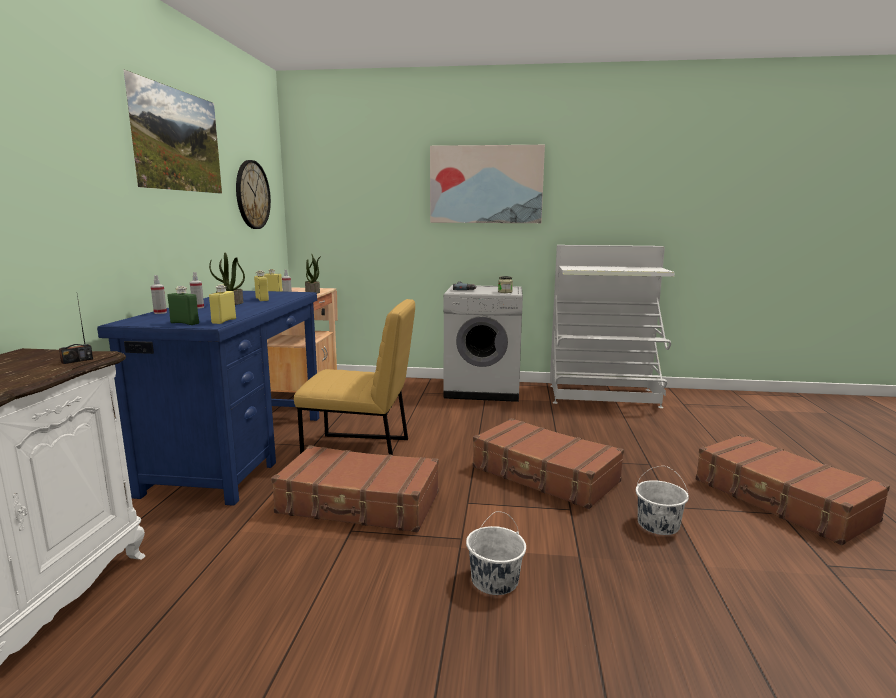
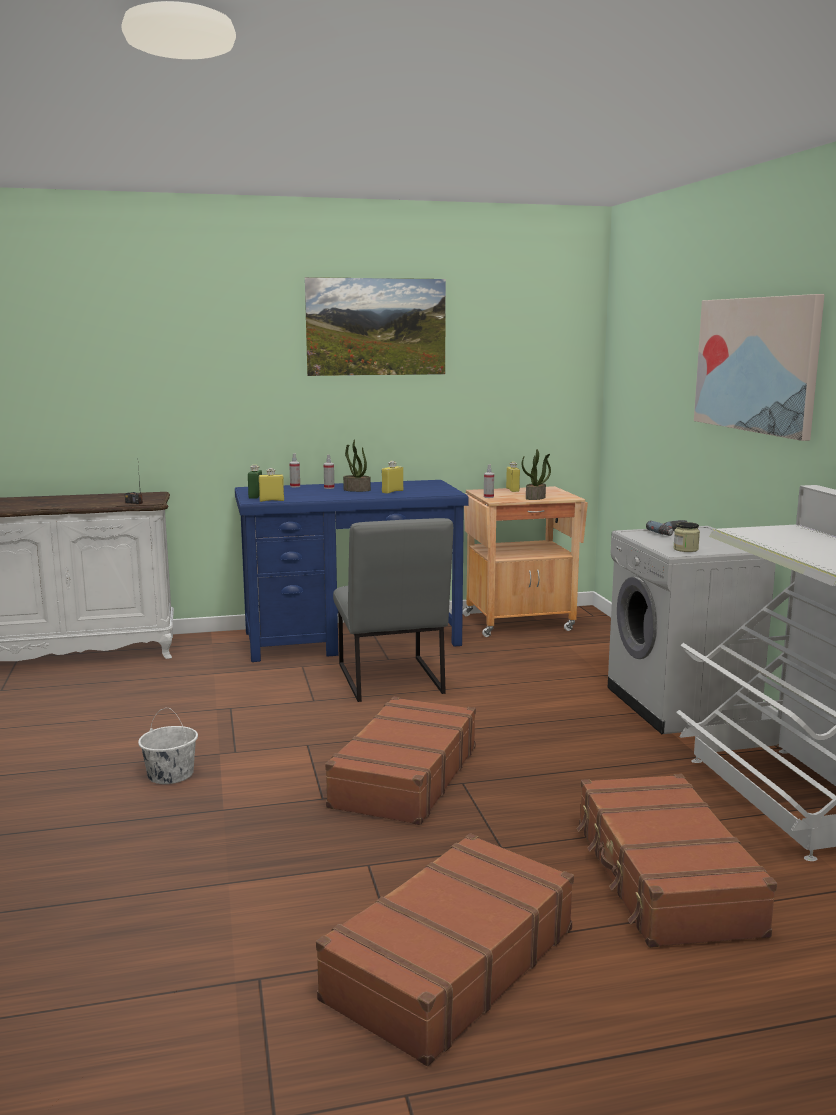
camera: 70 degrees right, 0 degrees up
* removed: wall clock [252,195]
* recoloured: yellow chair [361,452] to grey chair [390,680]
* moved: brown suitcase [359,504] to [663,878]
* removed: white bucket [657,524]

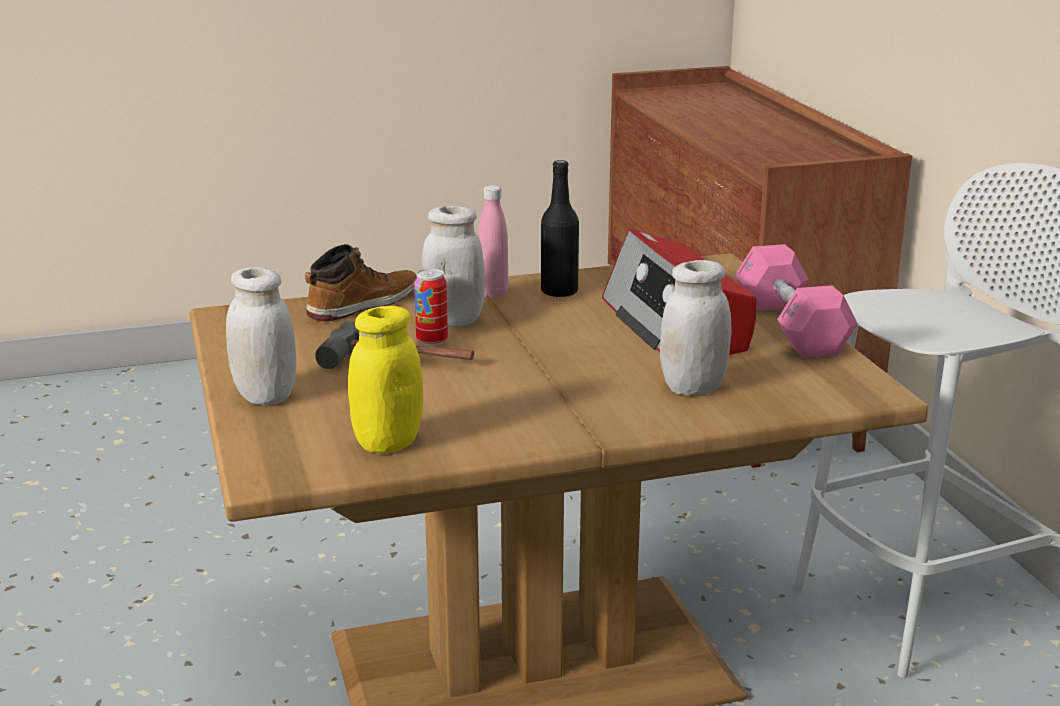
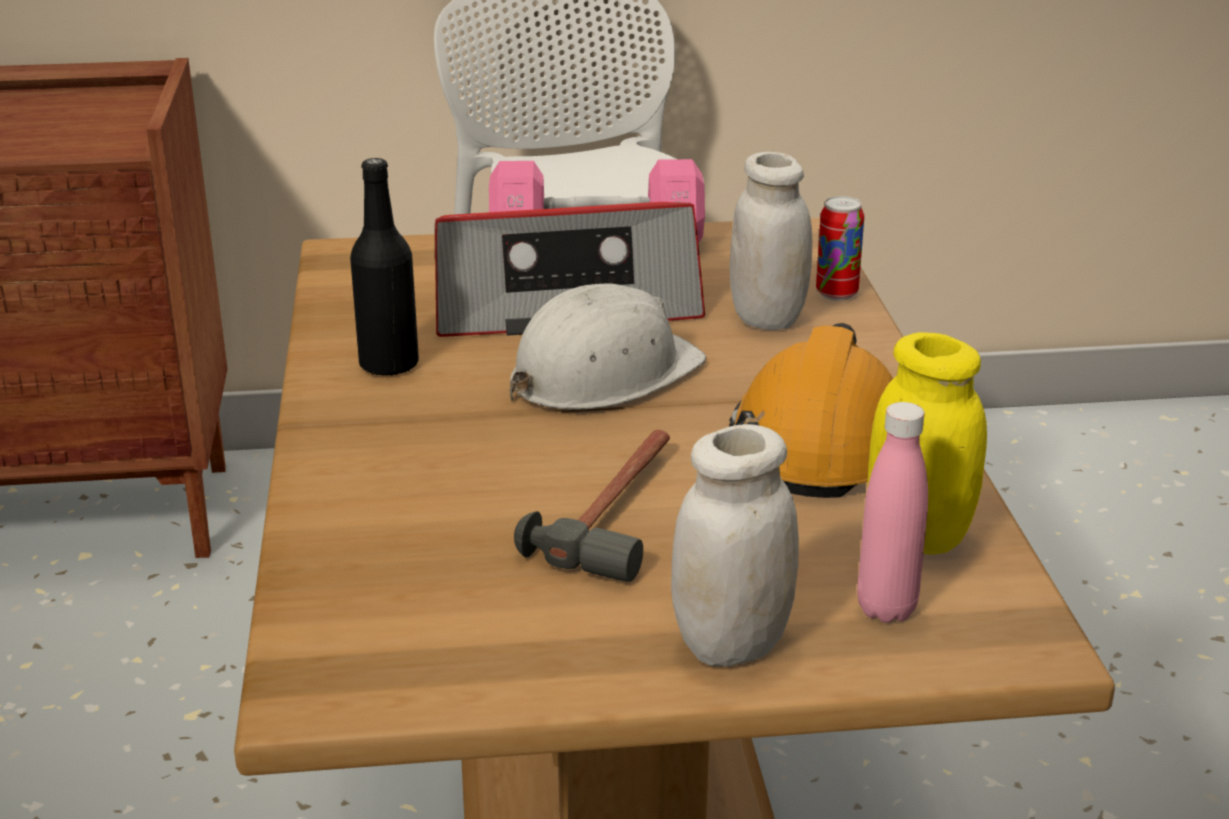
camera: 80 degrees left, 5 degrees up
* moved: pink bottle [493,294] to [886,608]
* removed: white jar [454,320]
* removed: boot [362,305]
* moved: can [432,341] to [836,293]
* added: white hard hat [602,374]
* added: orange hard hat [821,442]

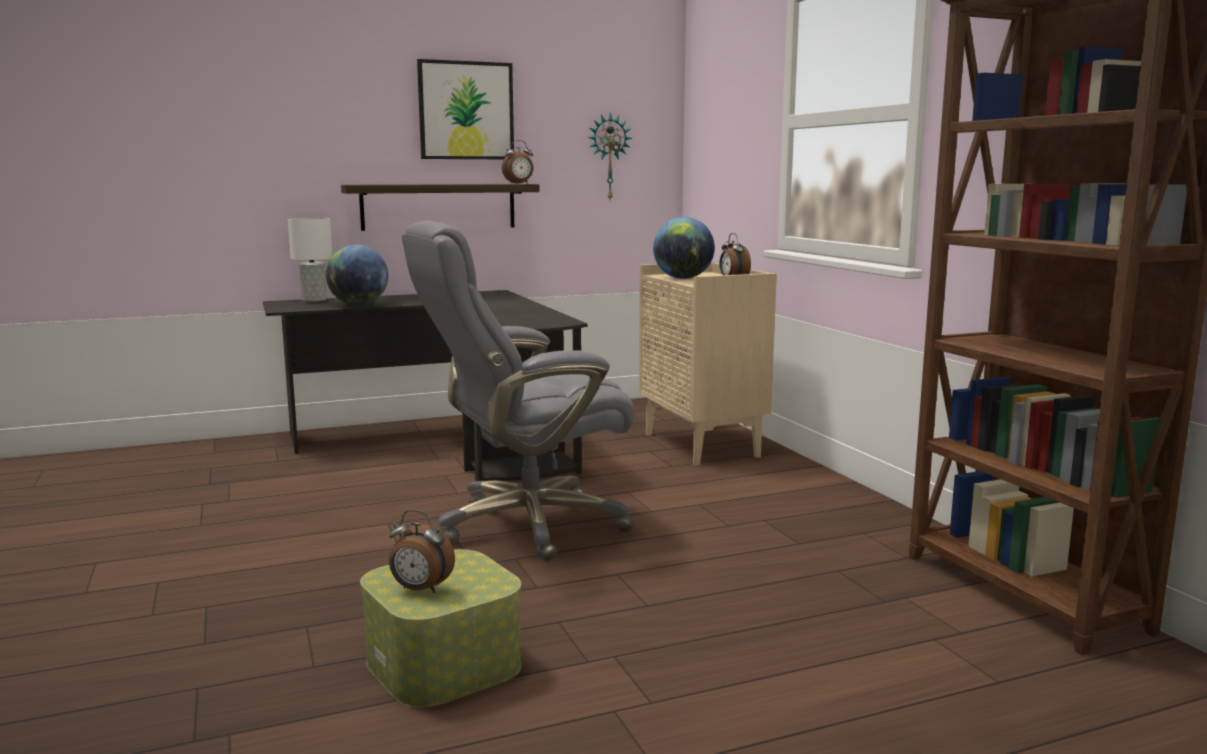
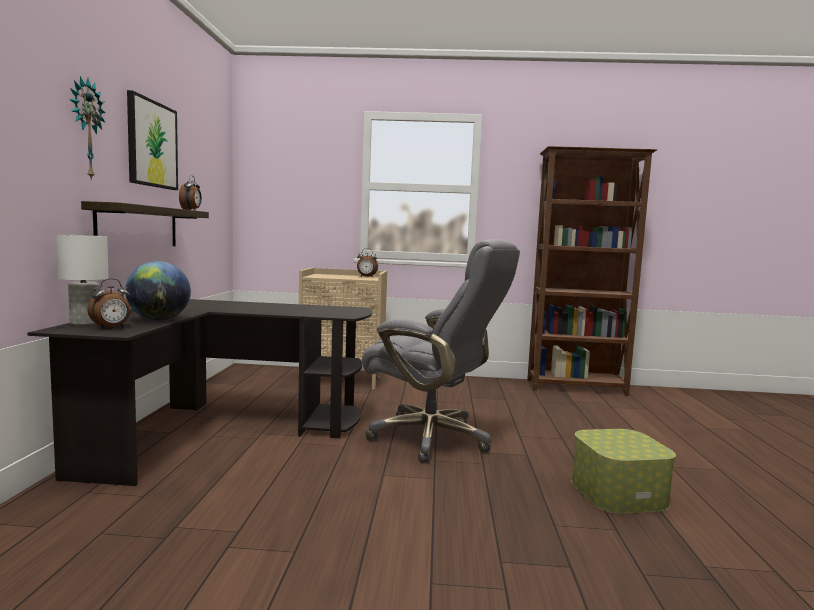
camera: 65 degrees left, 5 degrees down
* moved: wall clock [608,157] to [85,129]
* removed: globe [683,278]
* turned: grey office chair [524,527] = [432,441] 60 degrees counterclockwise
* moved: alarm clock [420,589] to [111,328]

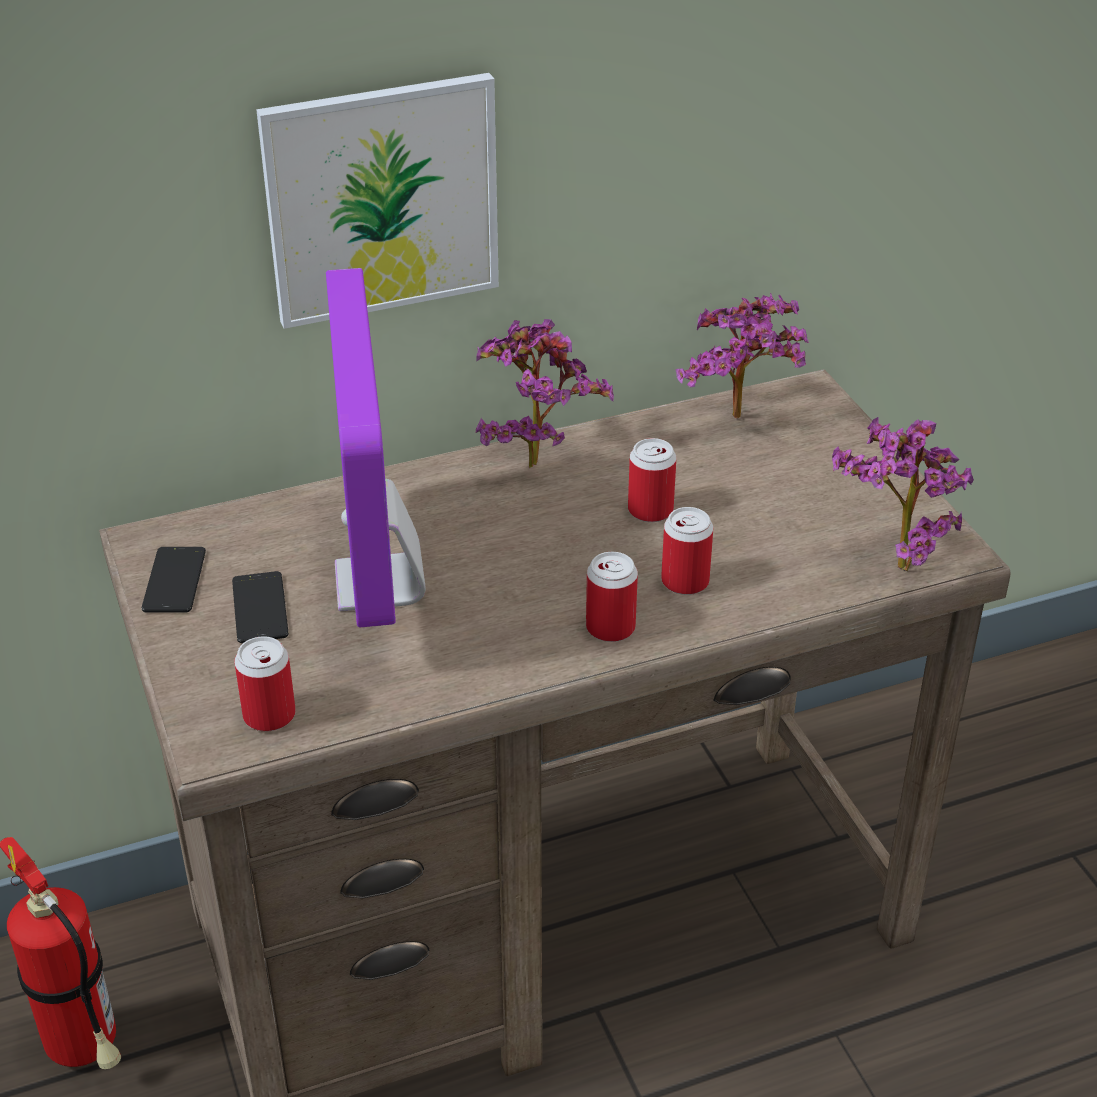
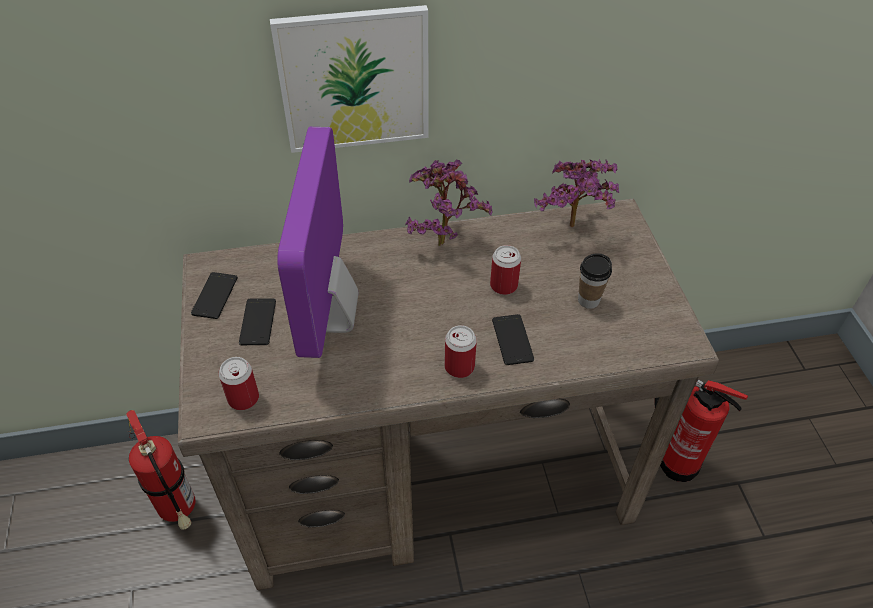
camera: 10 degrees right, 10 degrees up
* removed: potted plant [892,562]
* replaced: can [685,581] to phone [512,340]
* added: cup [588,300]
* added: fire extinguisher [675,460]

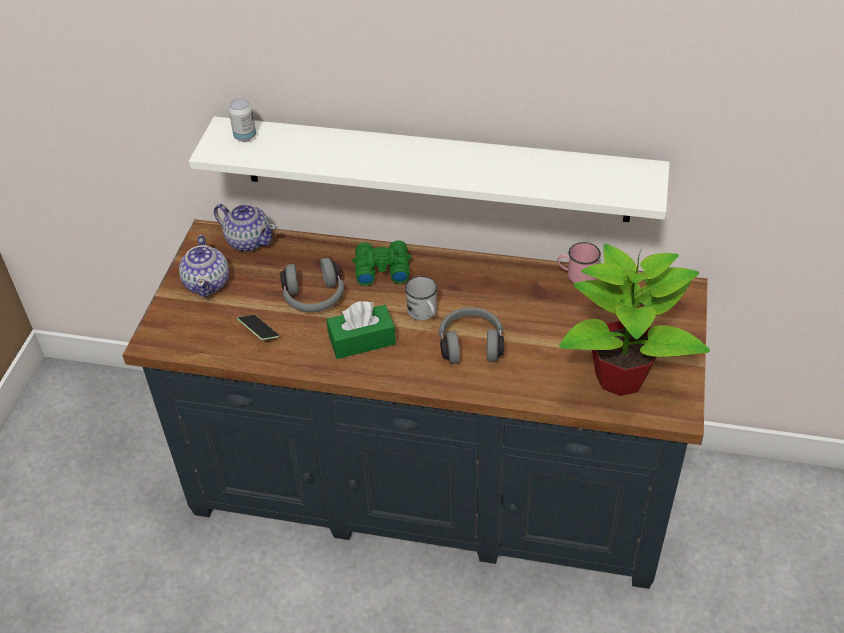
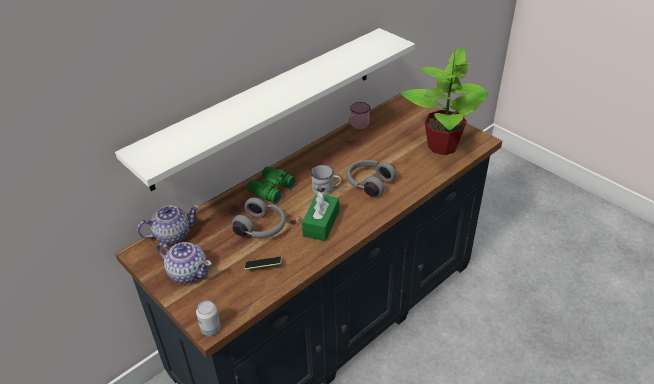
camera: 55 degrees left, 5 degrees down
* moved: can [245,136] to [210,329]

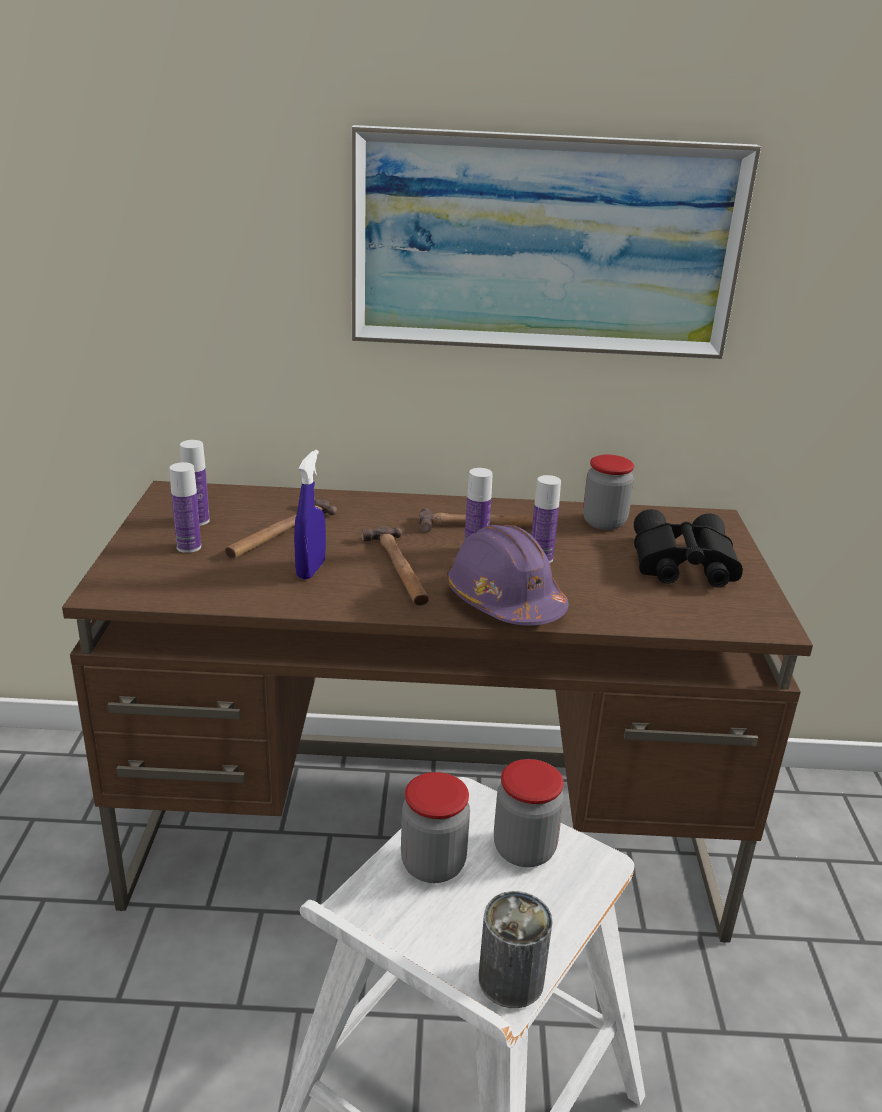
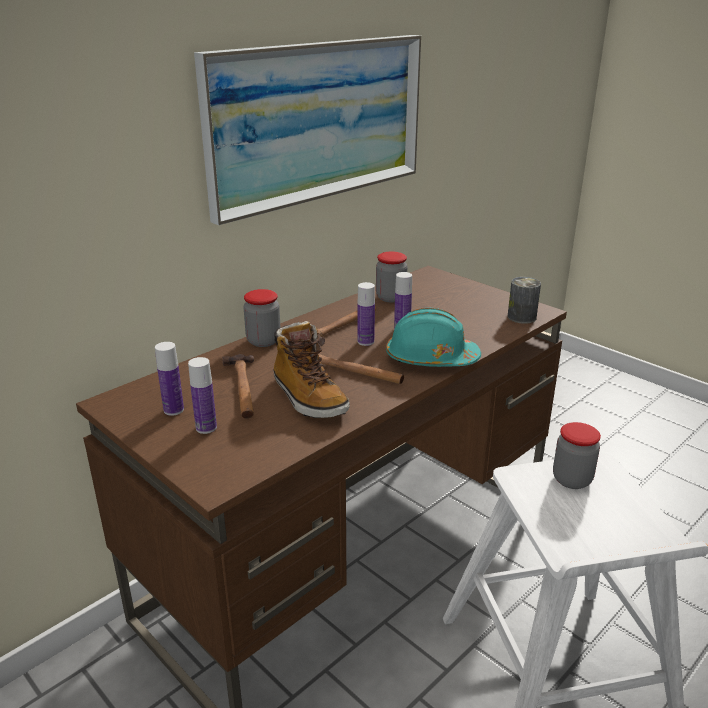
camera: 45 degrees left, 0 degrees up
* replaced: blue spray bottle [311,570] to boot [308,398]
* removed: black binoculars [680,564]
* recoloured: purple hard hat [504,601] to turquoise hard hat [430,359]
* moved: jar [433,864] to [263,341]
* moved: can [511,979] to [521,317]

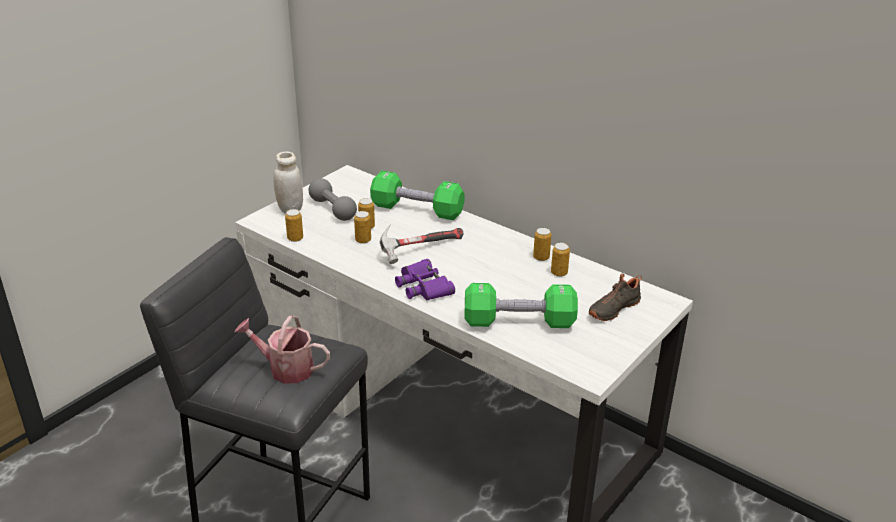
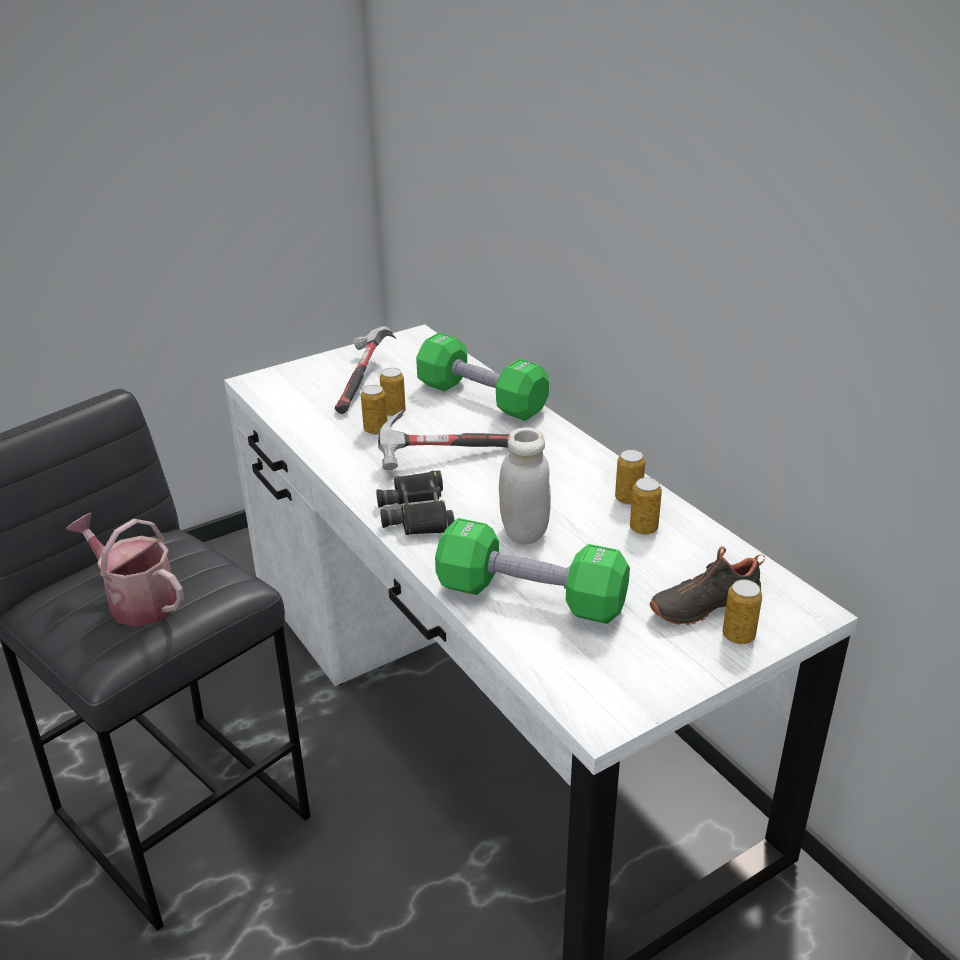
camera: 20 degrees right, 0 degrees up
* moved: white jar [290,209] to [524,532]
* replaced: grey dumbbell [333,209] to hammer [363,381]
* moved: can [295,238] to [738,636]
* recoloured: purple binoculars [424,286] to black binoculars [418,512]

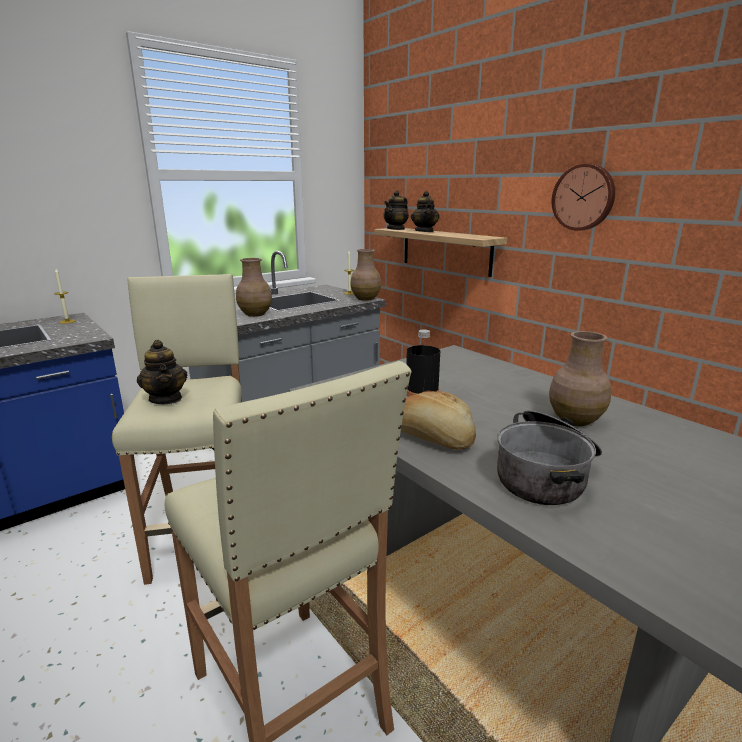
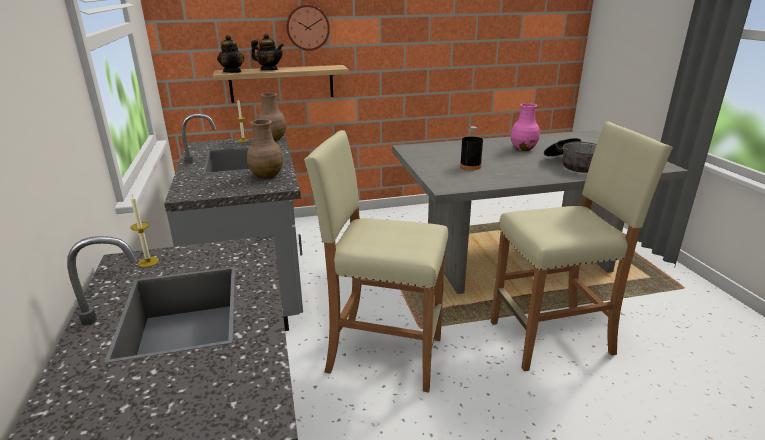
camera: 65 degrees left, 5 degrees up
* moved: wall clock [584,197] to [307,27]
* recoloured: brown vase [574,419] to pink vase [523,148]
* removed: teapot [166,399]
* removed: bread [432,438]

